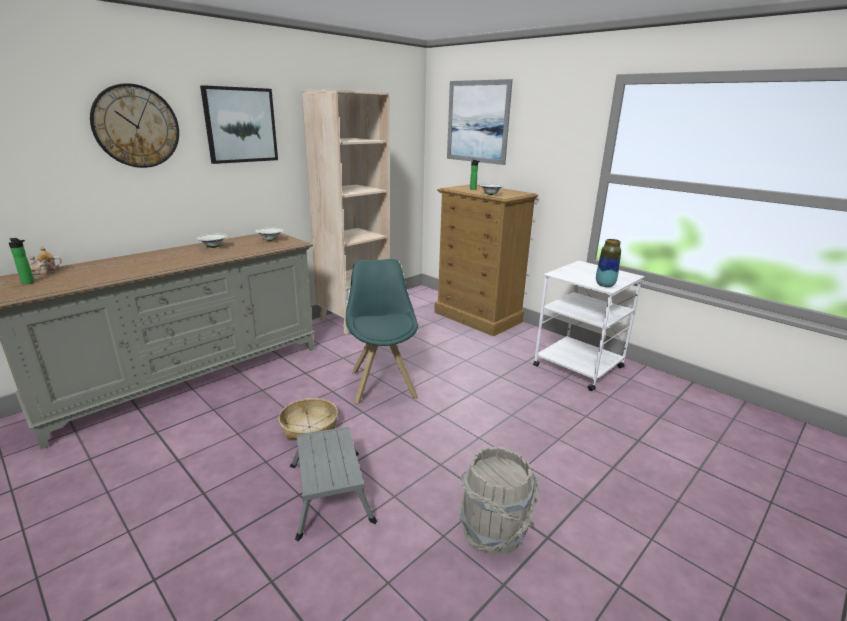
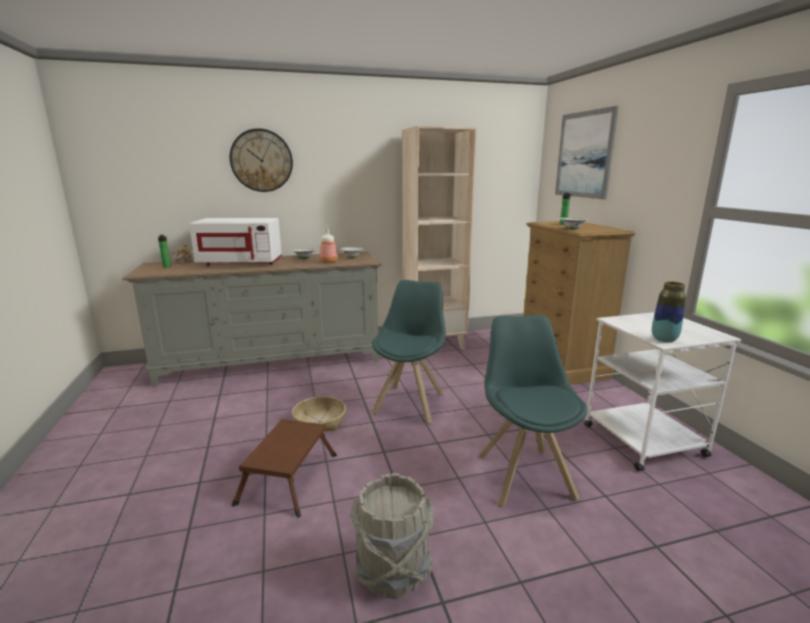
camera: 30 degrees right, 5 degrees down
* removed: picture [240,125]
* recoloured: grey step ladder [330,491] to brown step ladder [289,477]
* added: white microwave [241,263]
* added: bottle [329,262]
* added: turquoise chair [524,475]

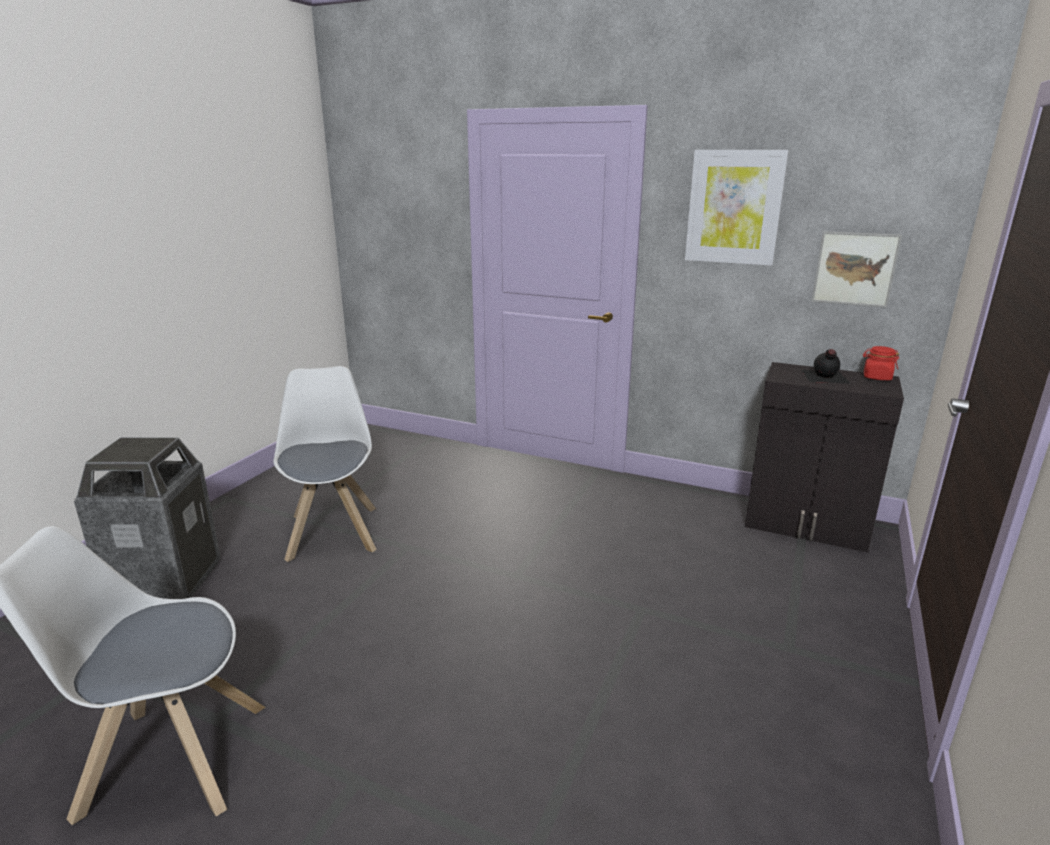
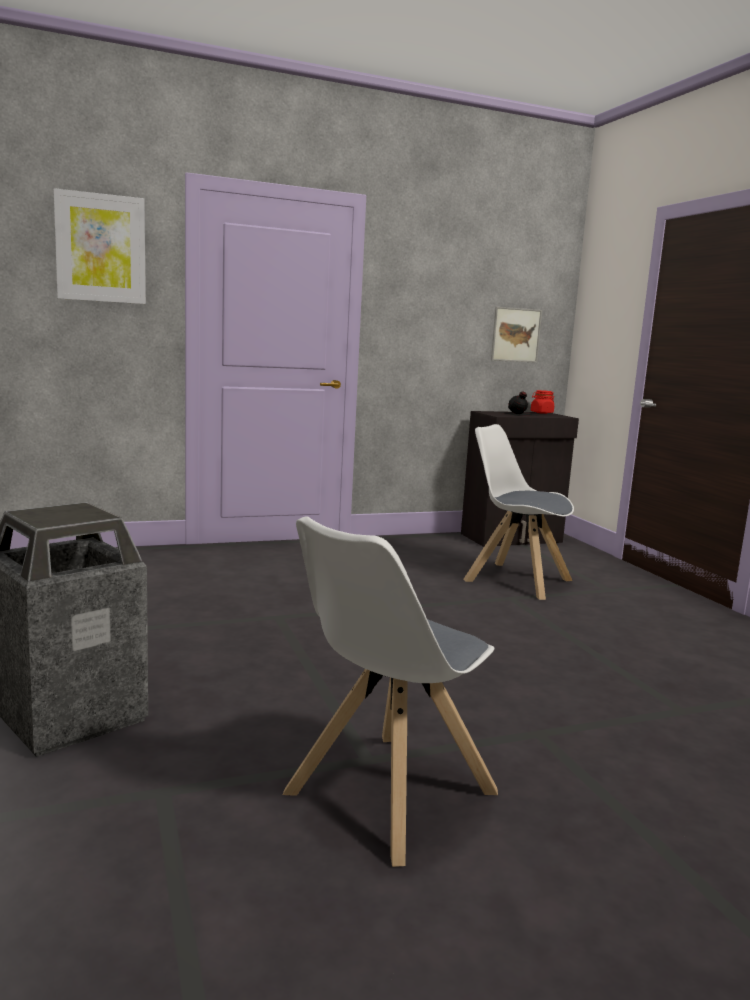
camera: 45 degrees left, 10 degrees down
* moved: picture [734,207] to [101,248]
* moved: chair [334,531] to [514,580]

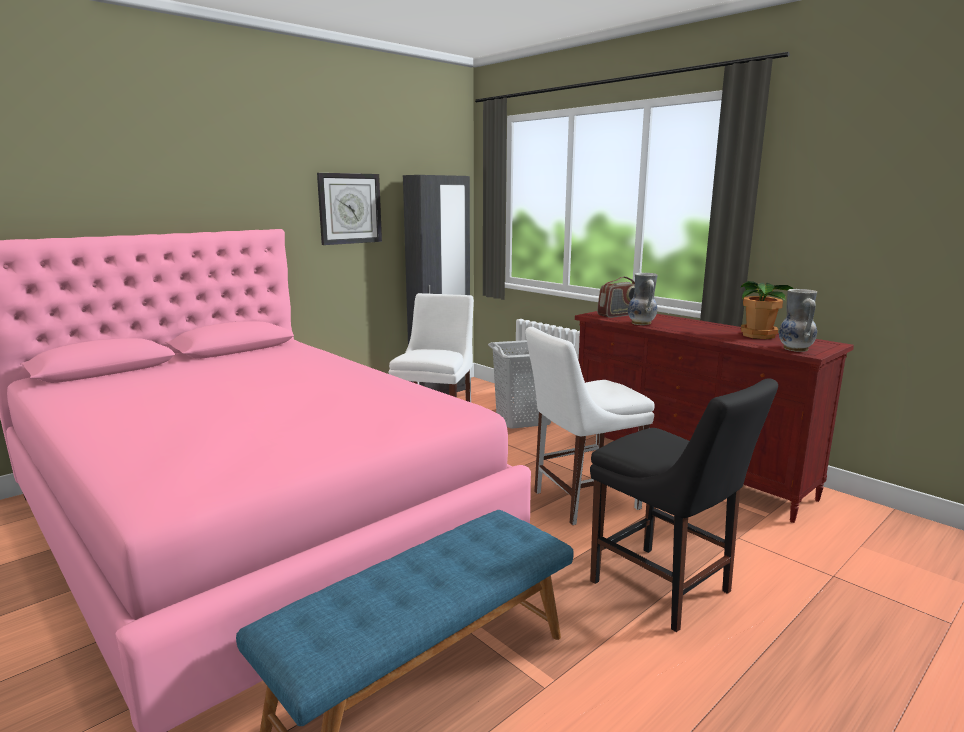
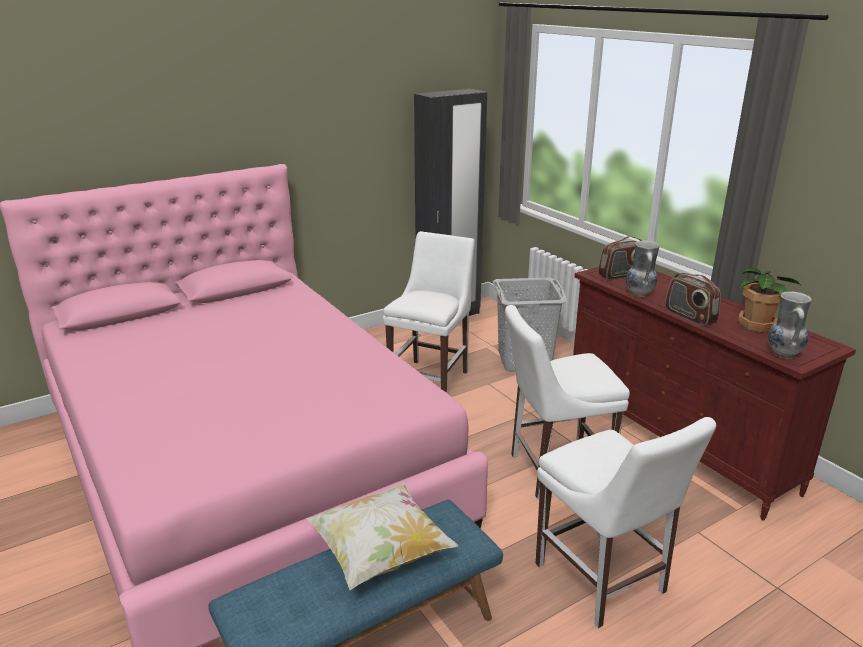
camera: 10 degrees right, 10 degrees up
* removed: wall clock [349,208]
* recoloured: black chair [665,590] to white chair [603,582]
* added: radio [689,316]
* added: pillow [381,553]

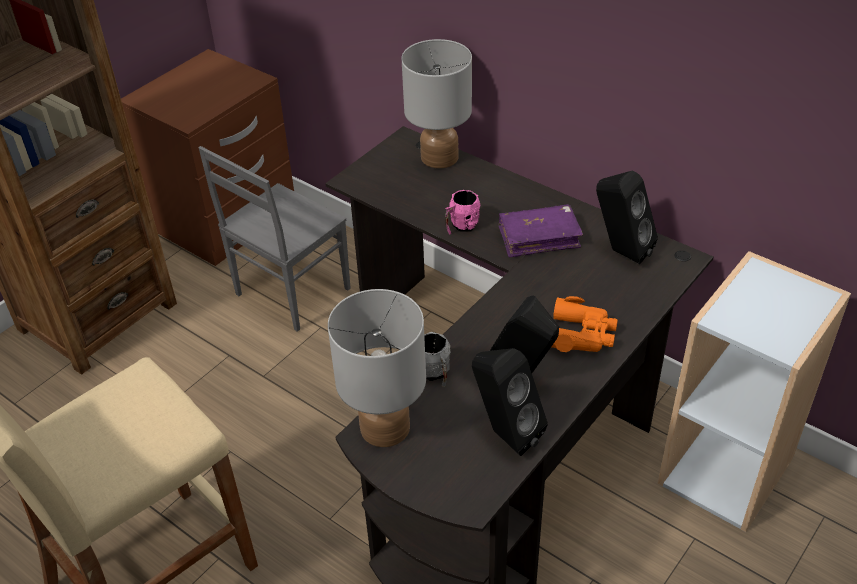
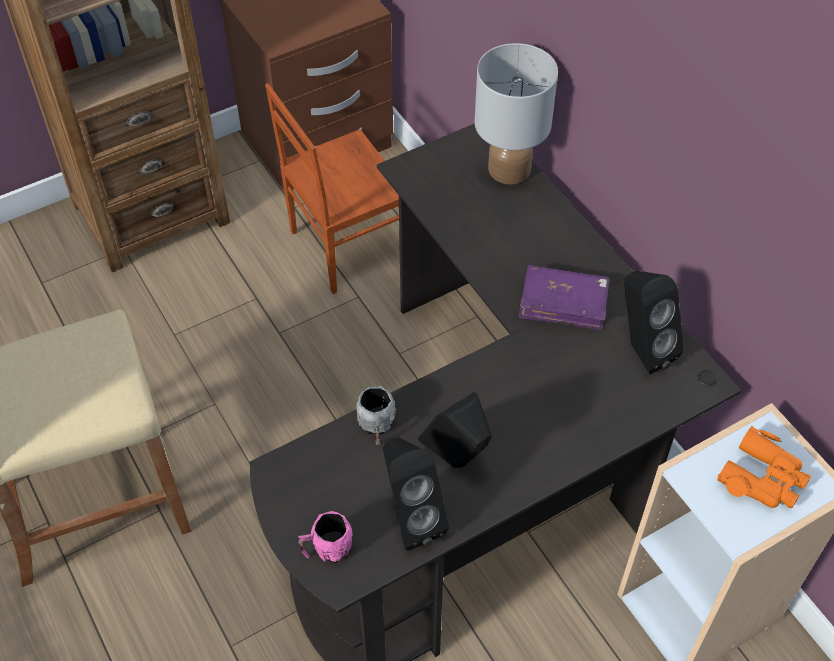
camera: 20 degrees right, 10 degrees up
* recoloured: grey chair [290,292] to brown chair [345,246]
* moved: pink mug [461,226] to [327,549]
* removed: grey table lamp [386,428]
* moved: orange binoculars [581,334] to [763,478]

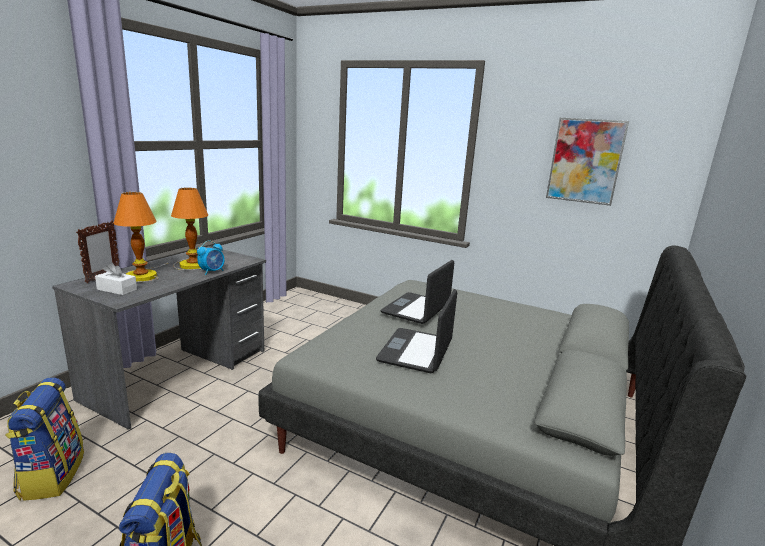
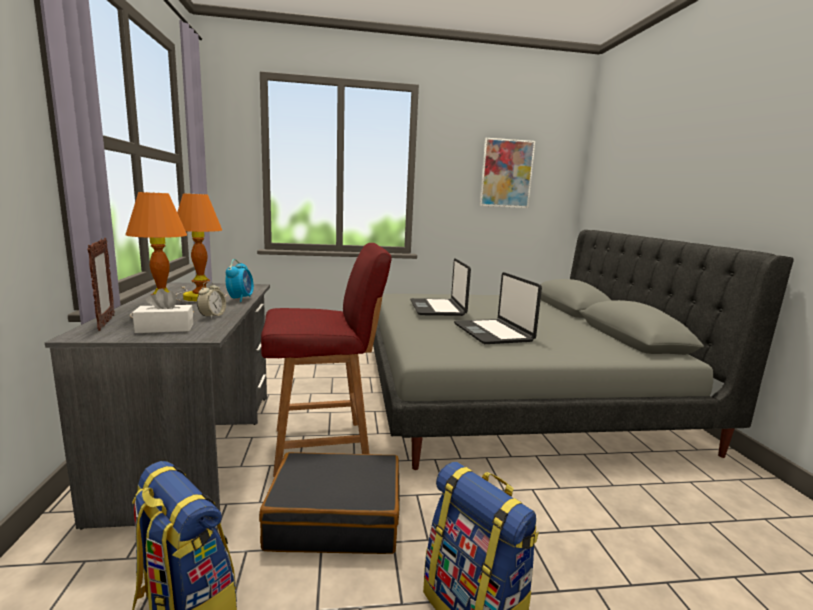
camera: 35 degrees left, 5 degrees down
* added: red chair [324,446]
* added: alarm clock [212,316]
* added: black suitcase [336,517]

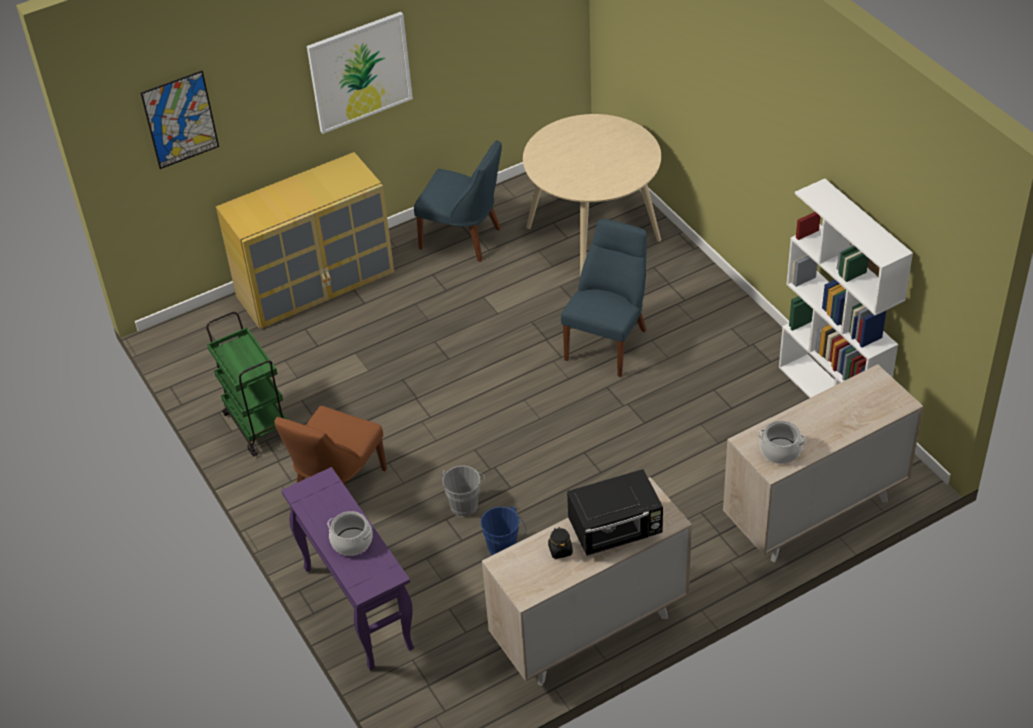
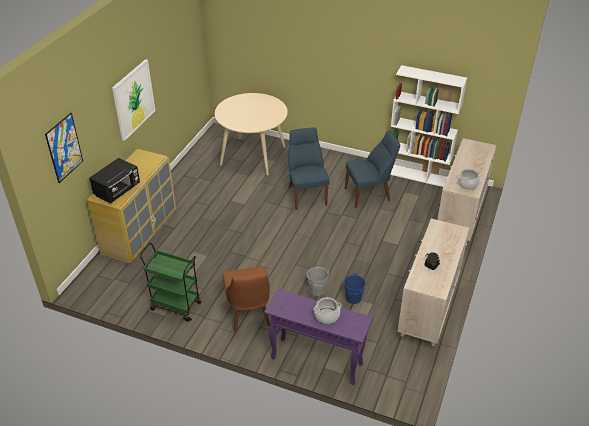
camera: 40 degrees left, 5 degrees down
* moved: blue chair [464,239] to [369,194]
* moved: black microwave [616,530] to [118,191]

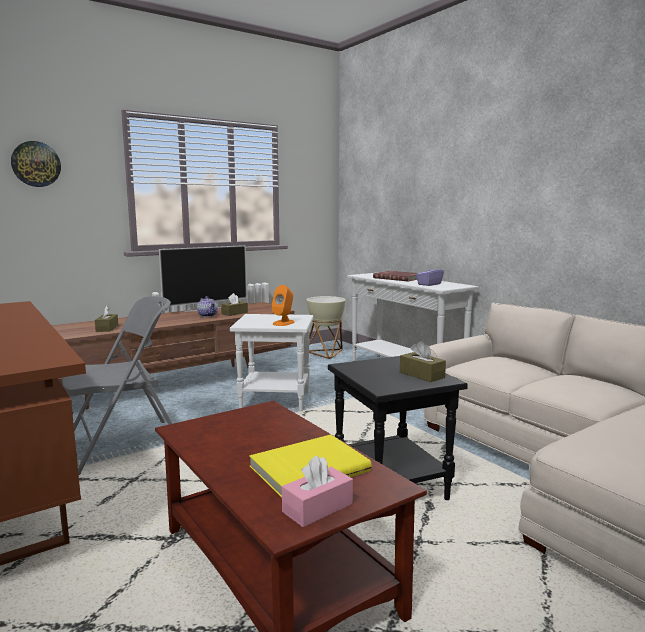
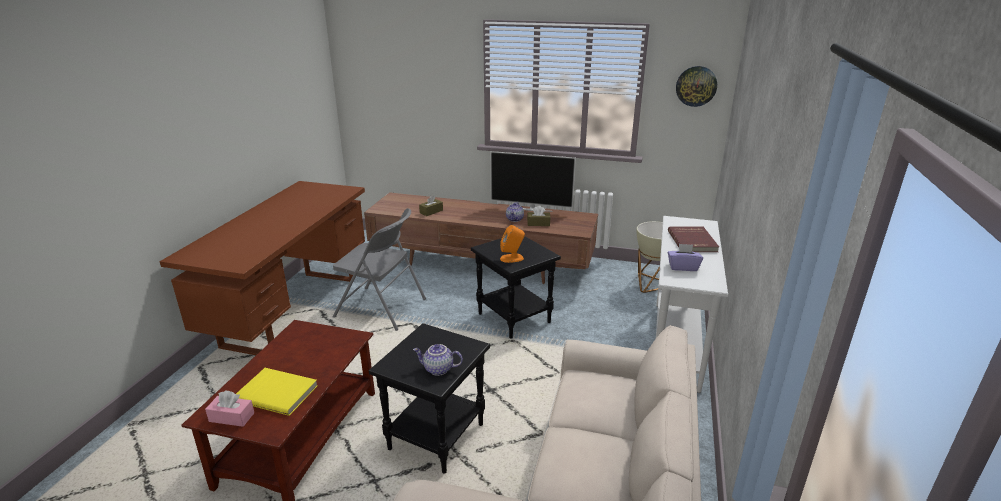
camera: 50 degrees right, 15 degrees up
* moved: wall clock [36,164] to [696,86]
* recoloured: white side table [276,400] to black side table [515,318]
* replaced: brown tissue box [421,375] to teapot [438,369]

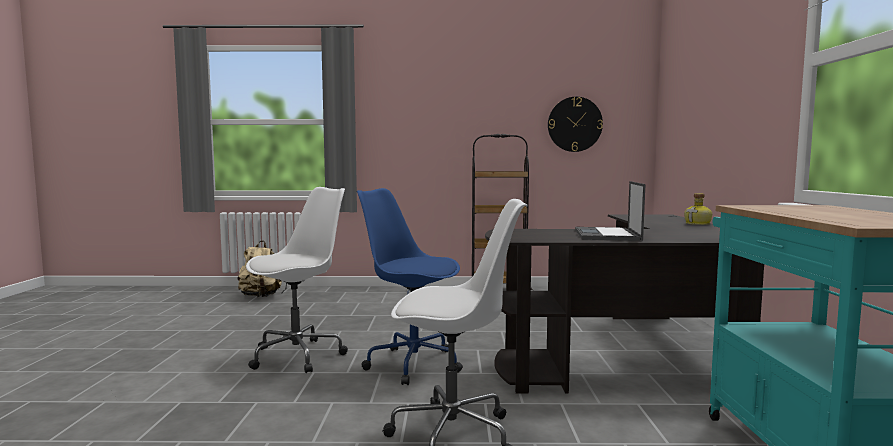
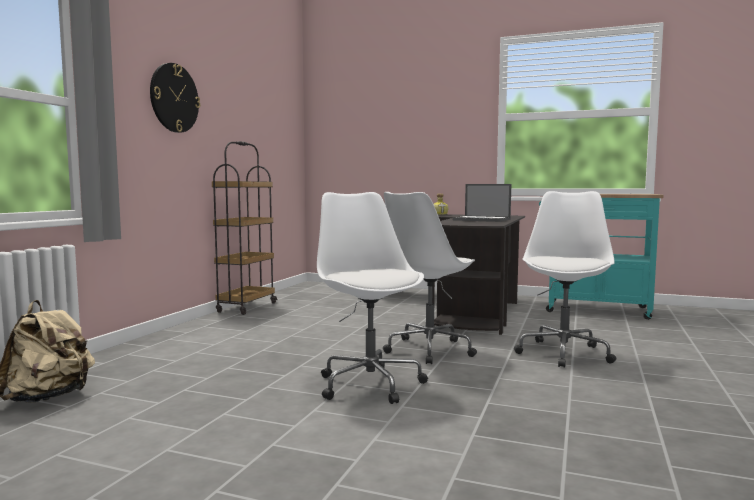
camera: 70 degrees left, 0 degrees up
* moved: wall clock [574,124] to [174,98]
* recoloured: blue office chair [411,364] to white office chair [427,351]

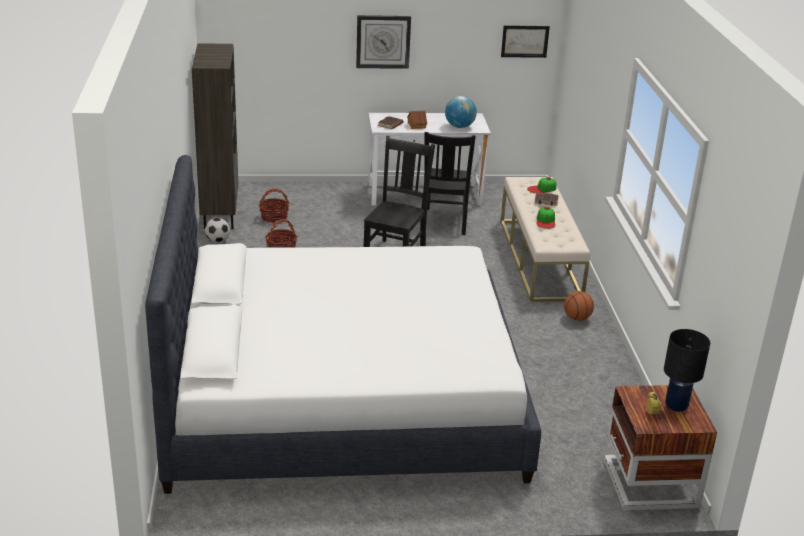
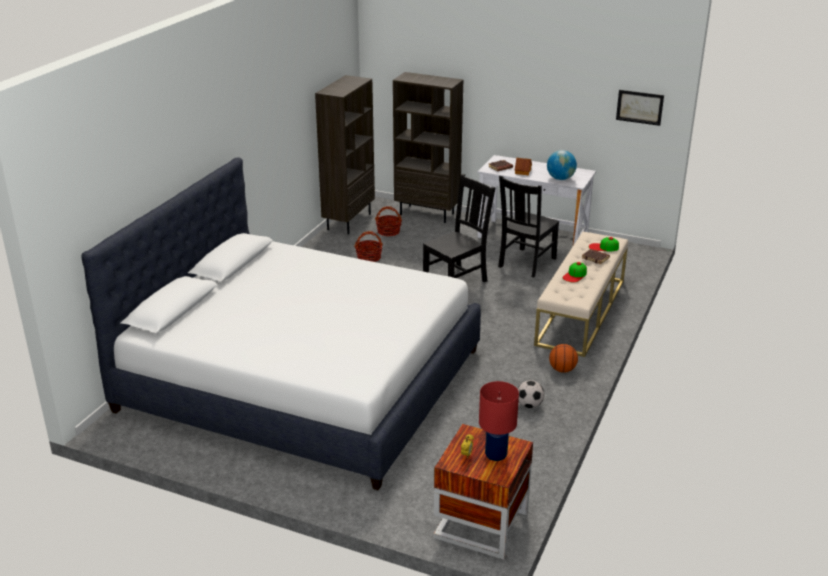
camera: 30 degrees right, 0 degrees up
* removed: wall clock [383,41]
* moved: football [217,241] to [529,405]
* recoloured: black table lamp [675,407] to red table lamp [495,456]
* added: brown bookcase [427,214]

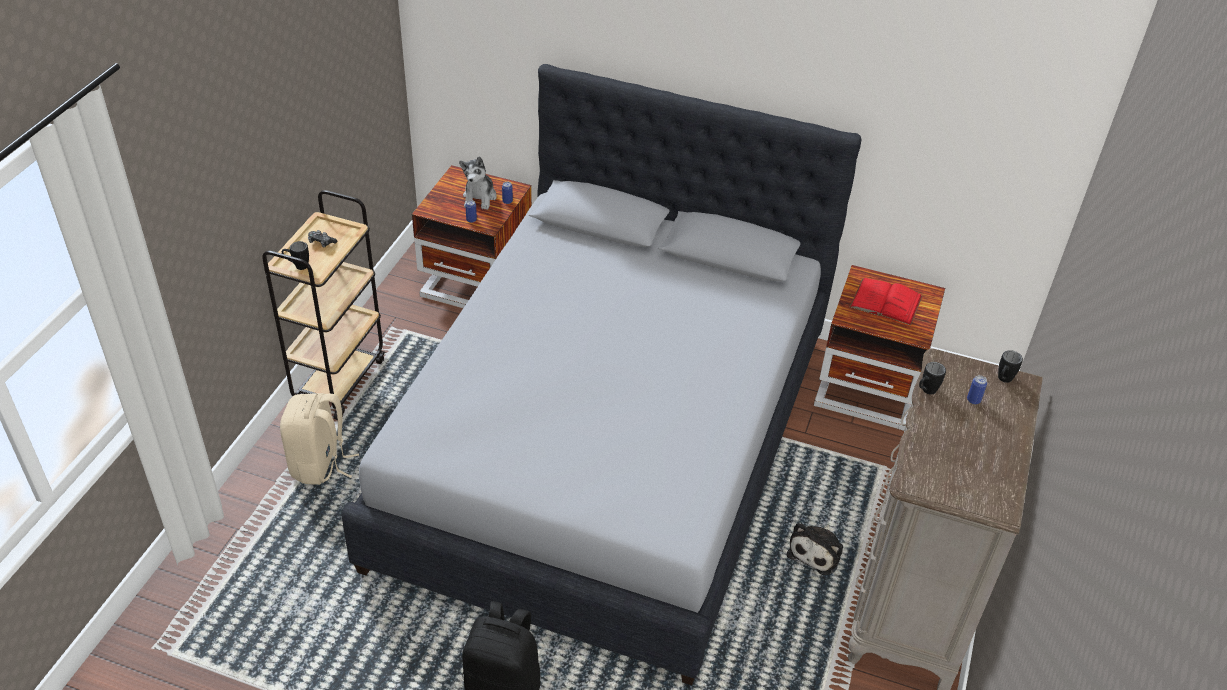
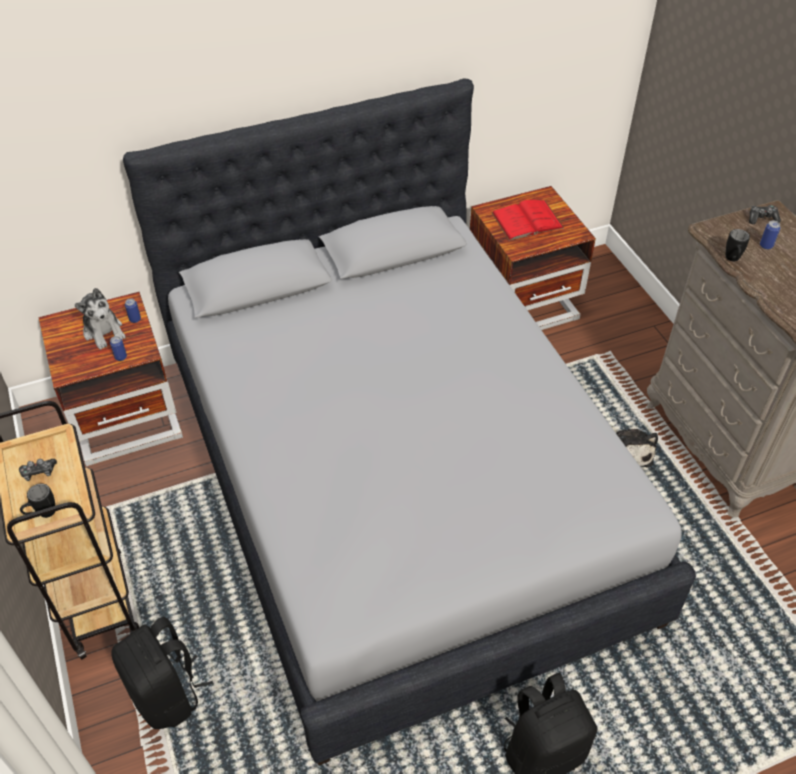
camera: 40 degrees left, 5 degrees up
* replaced: black mug [1003,380] to game controller [762,218]
* recoloured: beige backpack [320,464] to black backpack [167,694]

